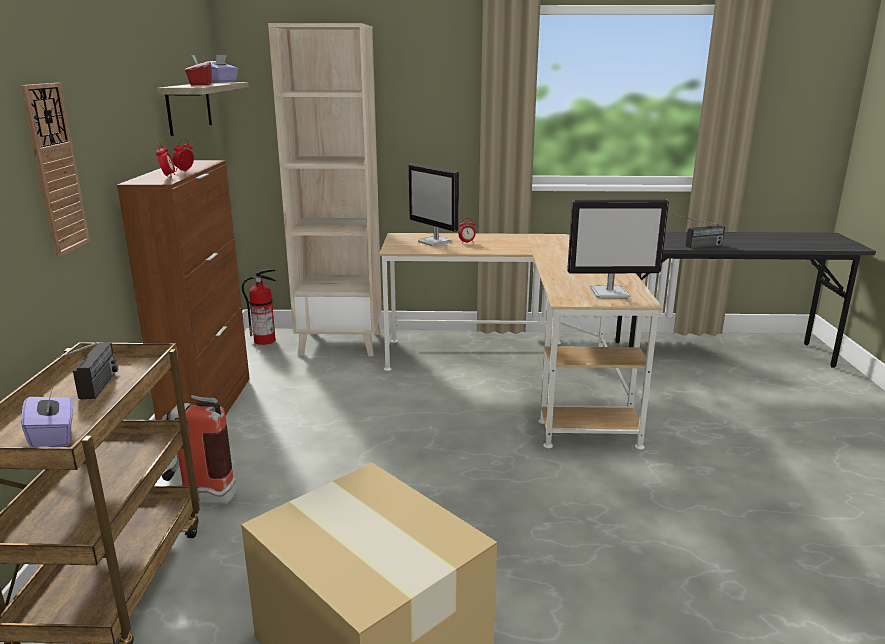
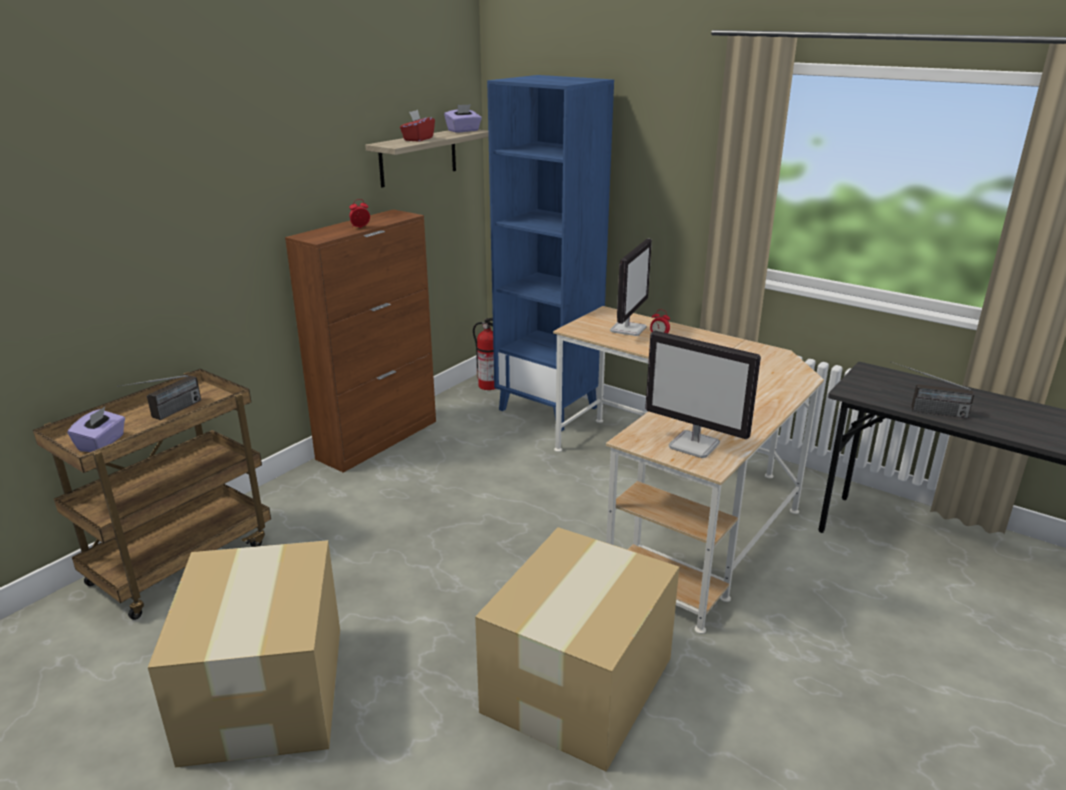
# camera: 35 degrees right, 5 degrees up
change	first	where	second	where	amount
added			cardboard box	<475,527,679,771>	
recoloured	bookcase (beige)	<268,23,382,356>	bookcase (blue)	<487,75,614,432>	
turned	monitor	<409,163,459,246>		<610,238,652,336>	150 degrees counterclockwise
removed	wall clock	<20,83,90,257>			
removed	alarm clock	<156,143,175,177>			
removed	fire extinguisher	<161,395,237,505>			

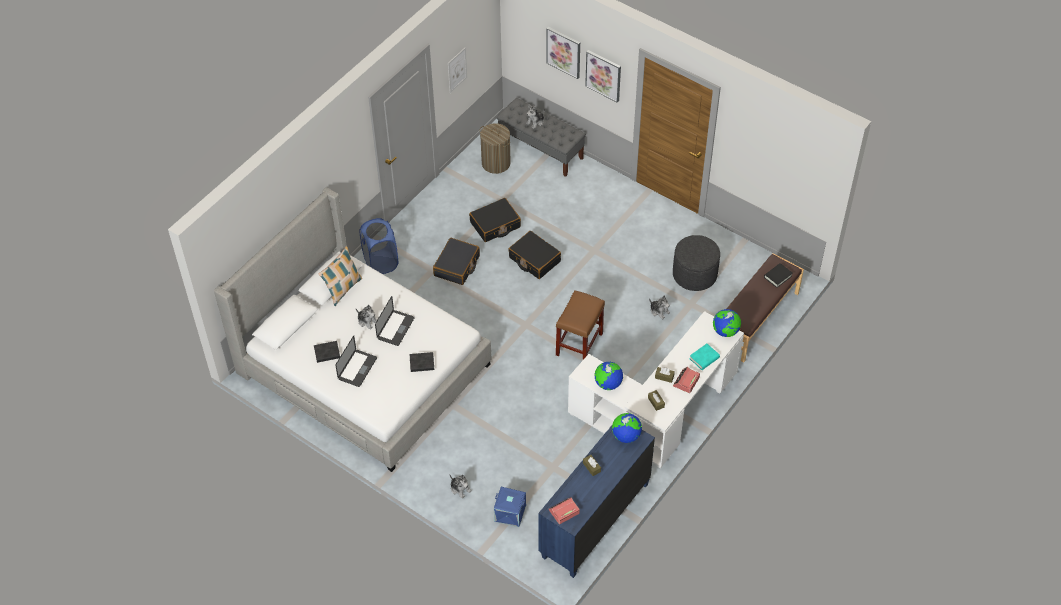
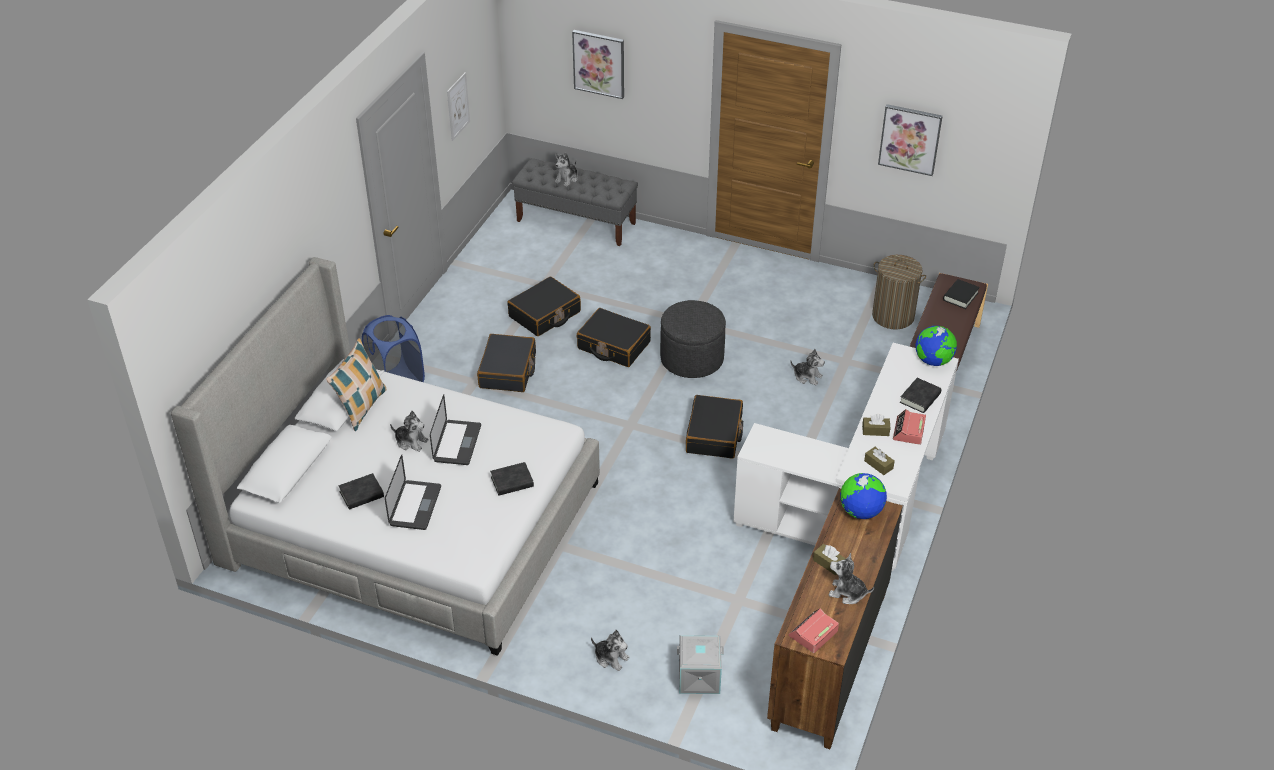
# camera: 15 degrees left, 10 degrees down
change	first	where	second	where	amount
moved	ottoman (grey)	<673,235,720,291>		<660,300,726,378>	
recoloured	storage box (blue)	<494,487,526,527>	storage box (grey)	<677,635,724,694>	
replaced	stool (brown)	<556,290,605,360>	suitcase (black)	<686,395,743,459>	
recoloured	dresser (blue)	<538,426,655,578>	dresser (brown)	<767,488,903,749>	
added			plush toy	<829,553,874,604>	
moved	laundry basket	<480,123,511,174>		<872,255,926,329>	
moved	picture	<585,50,621,103>		<878,104,943,176>	
recoloured	book (turquoise)	<690,344,720,370>	book (black)	<900,378,941,413>	
removed	globe	<594,362,623,390>			

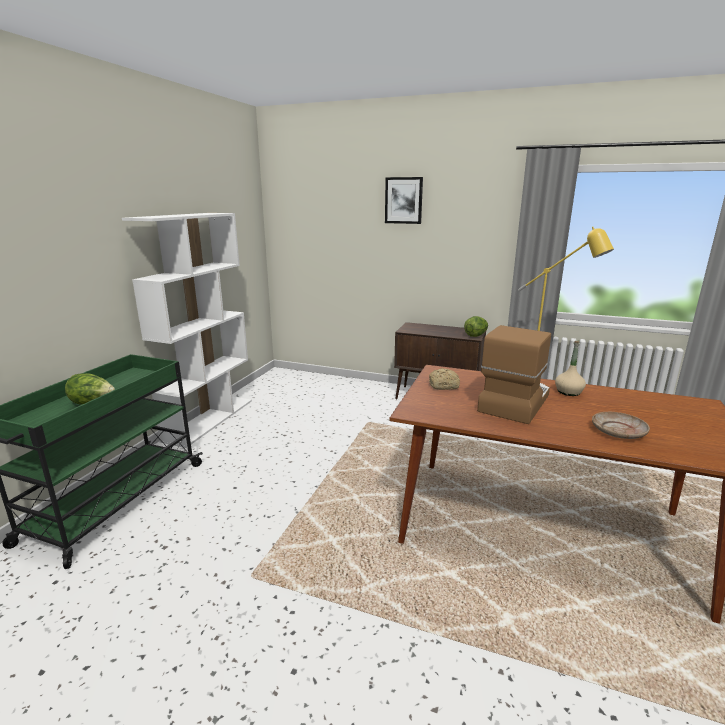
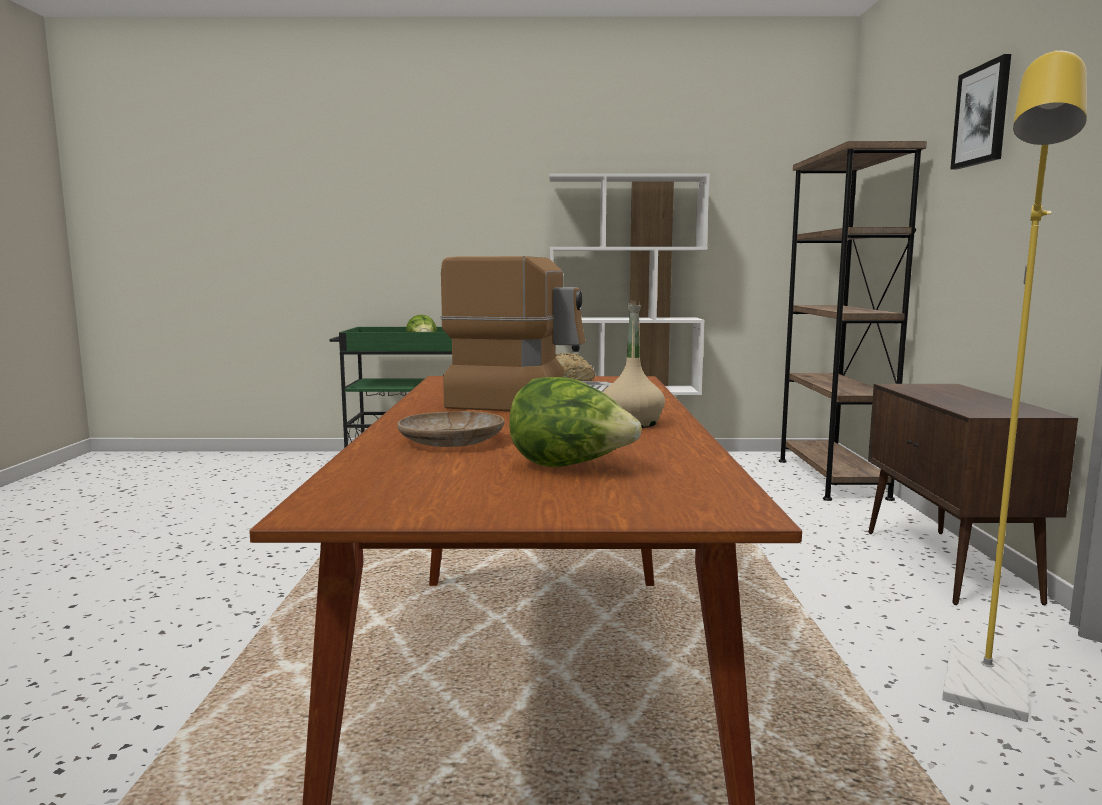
# camera: 70 degrees right, 10 degrees down
change	first	where	second	where	amount
moved	lettuce	<464,316,488,337>		<509,377,642,467>	
added			bookcase (brown)	<779,141,927,501>	

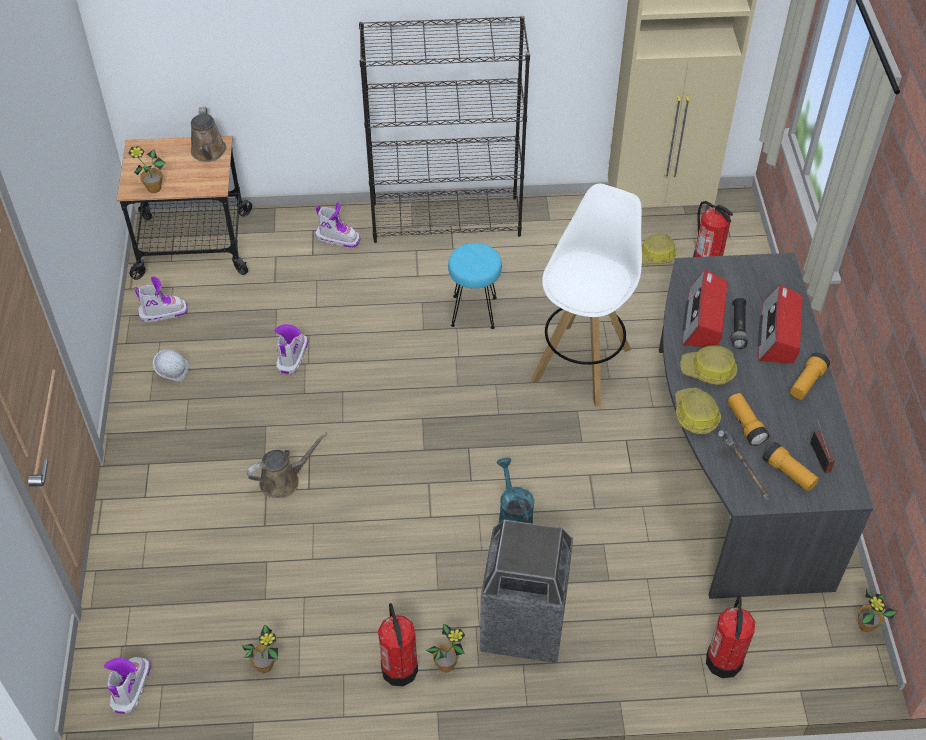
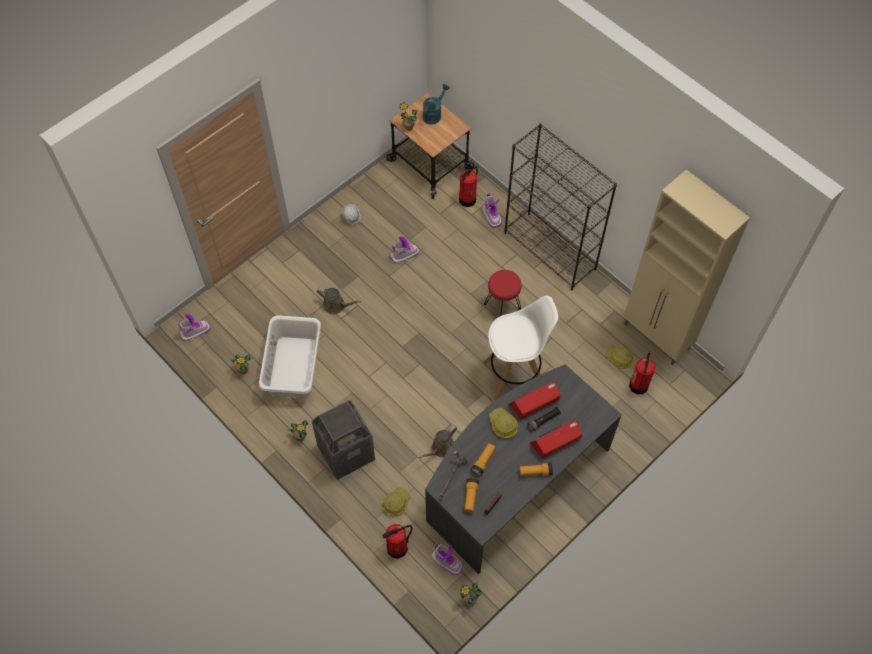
# camera: 50 degrees right, 10 degrees up
change	first	where	second	where	amount
added			laundry basket (white)	<259,315,321,397>	
moved	hard hat	<675,388,721,434>		<382,487,411,516>	
moved	watering can (brown)	<191,107,226,162>		<419,425,457,458>	
moved	watering can (turquoise)	<497,457,534,524>		<423,84,450,125>	
moved	boot	<135,276,188,322>		<432,544,463,575>	
moved	fire extinguisher	<378,603,418,686>		<459,166,478,207>	
recoloured	stool (turquoise)	<448,243,502,329>	stool (red)	<484,270,522,316>	

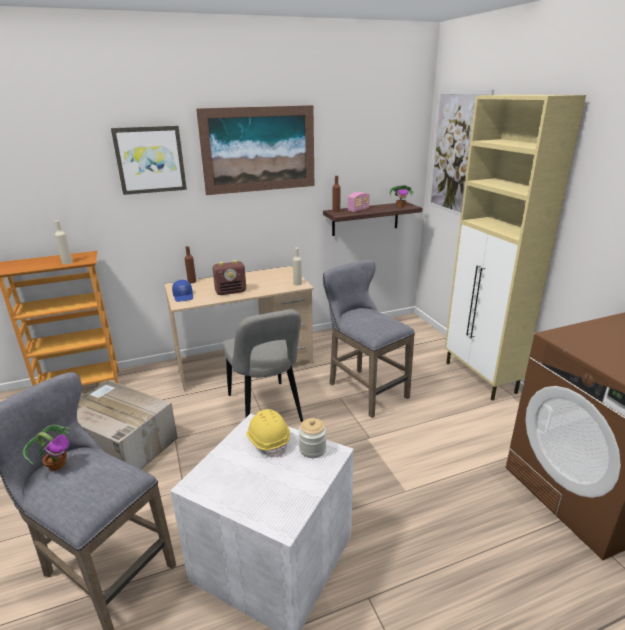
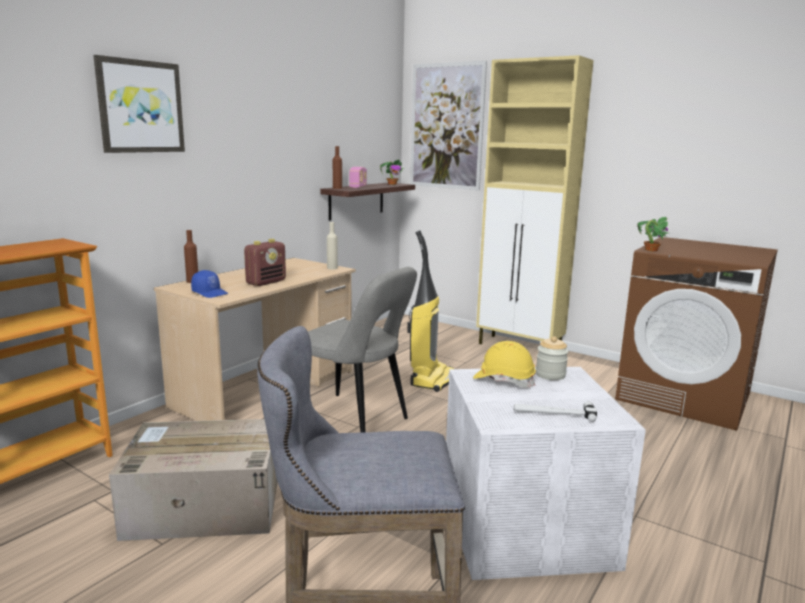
# camera: 35 degrees left, 10 degrees down
change	first	where	second	where	amount
replaced	stool (grey)	<323,260,415,418>	vacuum cleaner	<407,230,454,392>	
added			hammer	<514,402,597,422>	
moved	potted plant	<23,425,71,471>		<637,217,668,251>	
removed	bottle (beige)	<54,221,73,264>			
removed	picture	<196,105,314,195>			

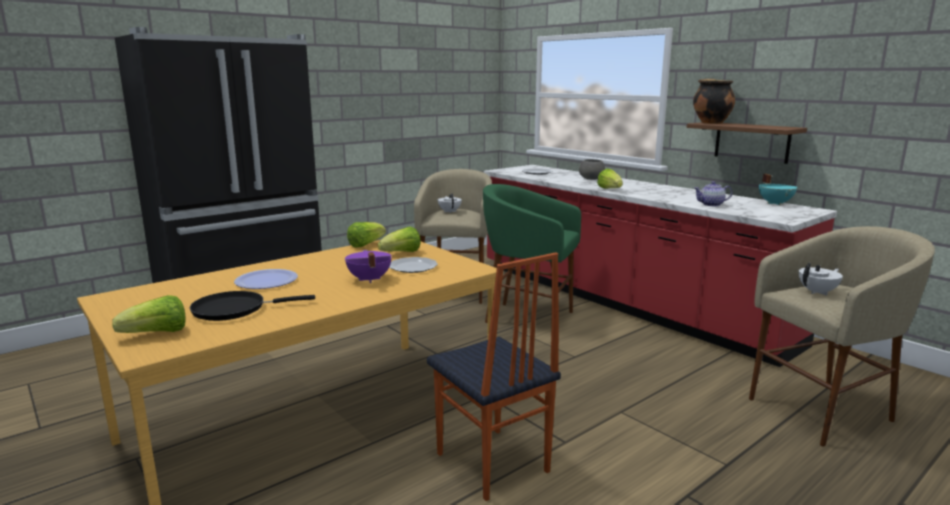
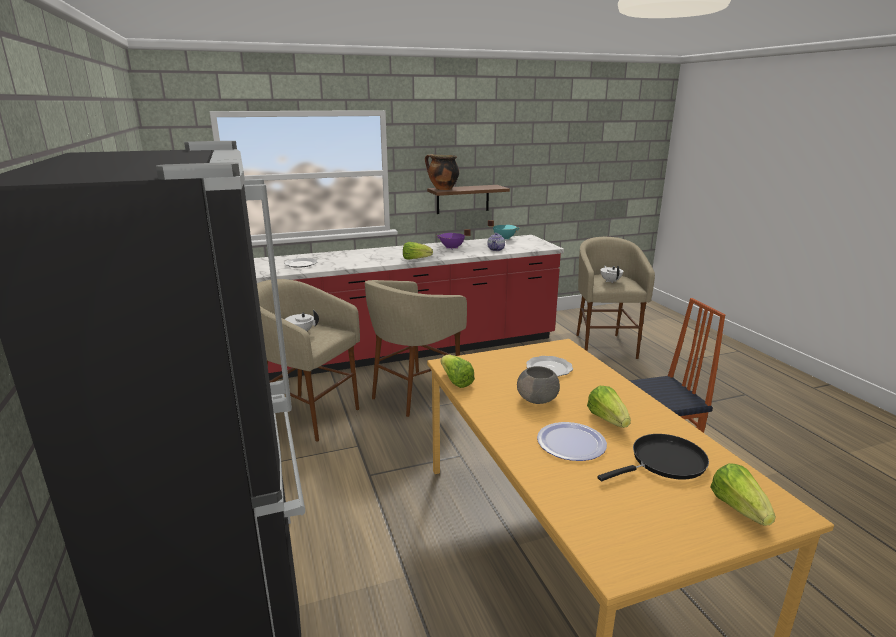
# camera: 70 degrees left, 5 degrees up
change	first	where	second	where	amount
recoloured	stool (green)	<483,184,581,323>	stool (beige)	<365,280,467,417>	
moved	cooking pot (purple)	<345,250,392,283>		<436,229,471,250>	
moved	bowl (grey)	<579,159,605,180>		<517,366,560,404>	
moved	lettuce	<378,227,421,252>		<587,386,631,428>	
turned	frying pan (black)	<190,291,315,321>		<597,434,709,481>	120 degrees counterclockwise

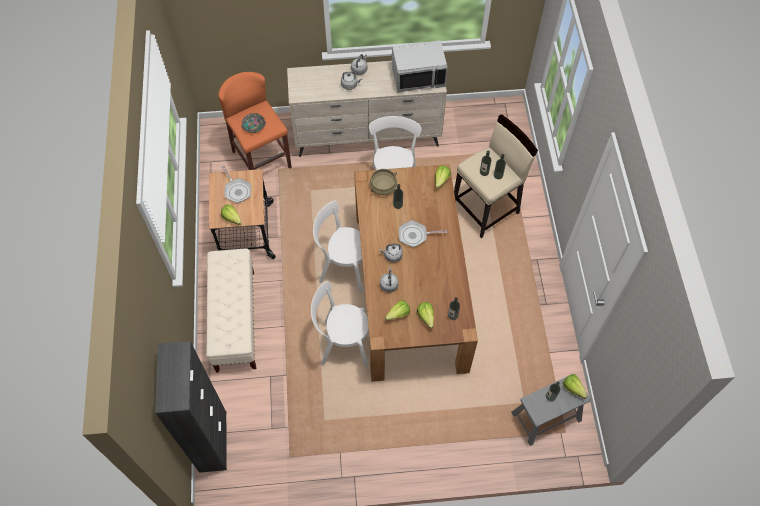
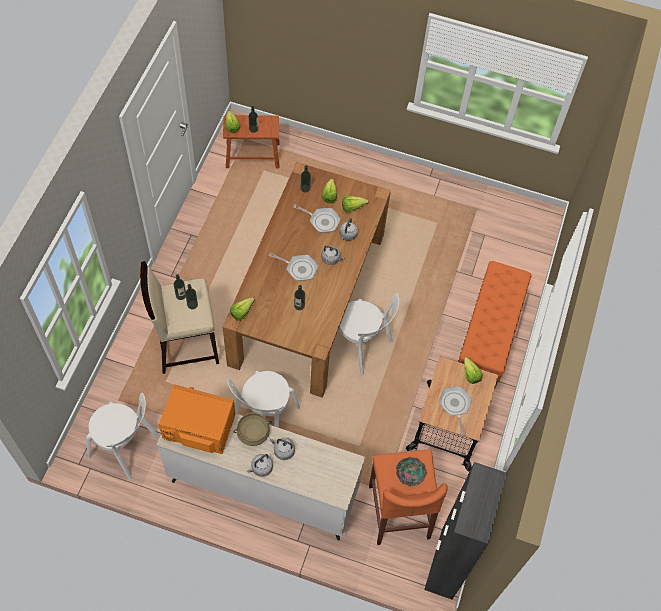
# camera: 160 degrees left, 0 degrees up
change	first	where	second	where	amount
moved	chair (white)	<311,281,369,367>		<86,393,159,480>	
recoloured	microwave (grey)	<392,40,448,93>	microwave (orange)	<159,384,236,454>	
recoloured	stool (grey)	<511,374,591,446>	stool (brown)	<223,115,280,168>	
moved	cooking pot (beige)	<370,169,397,195>		<233,413,272,446>	
added			frying pan	<293,204,341,233>	
moved	cabinet (black)	<155,341,227,473>		<424,462,507,599>	
recoloured	bench (beige)	<206,249,256,373>	bench (orange)	<458,261,531,387>	

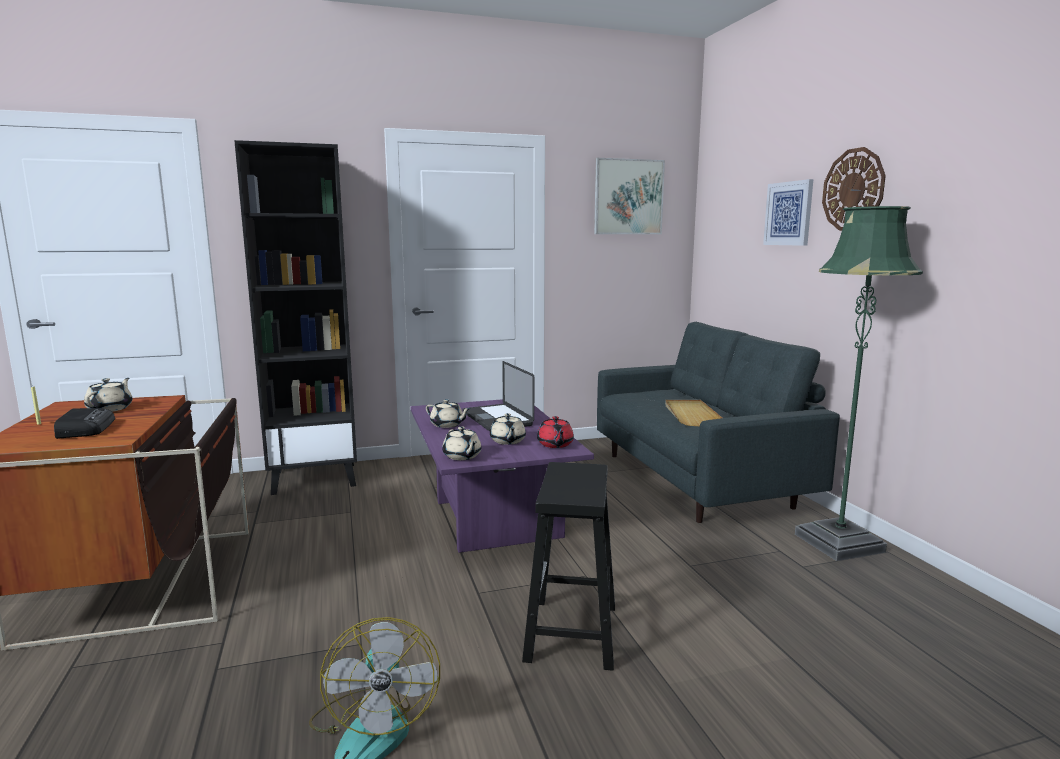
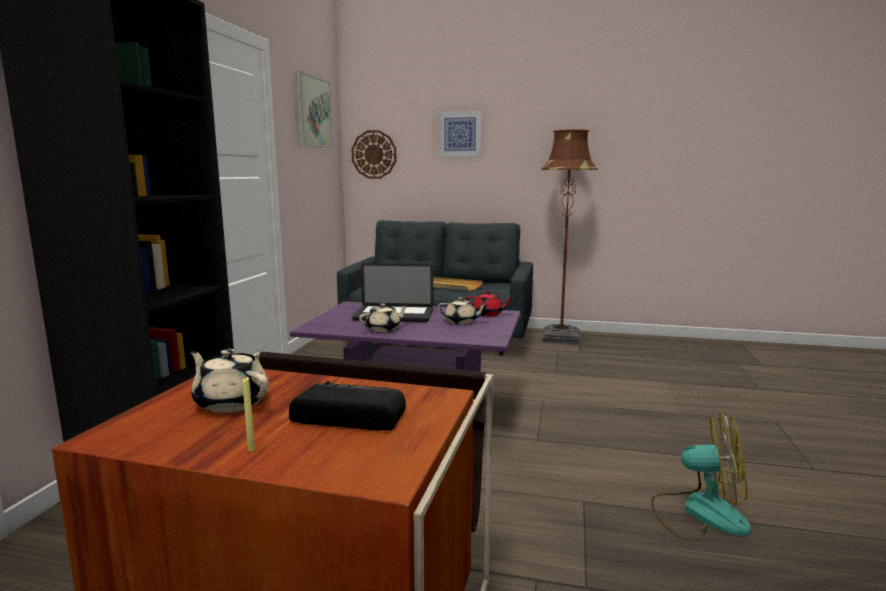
# camera: 60 degrees left, 0 degrees up
change	first	where	second	where	amount
moved	wall clock	<822,147,886,231>		<351,130,396,179>	
recoloured	floor lamp (green)	<795,206,923,561>	floor lamp (brown)	<541,129,598,345>	
removed	teapot (beige)	<442,427,481,460>			
removed	stool (black)	<522,462,615,671>			

